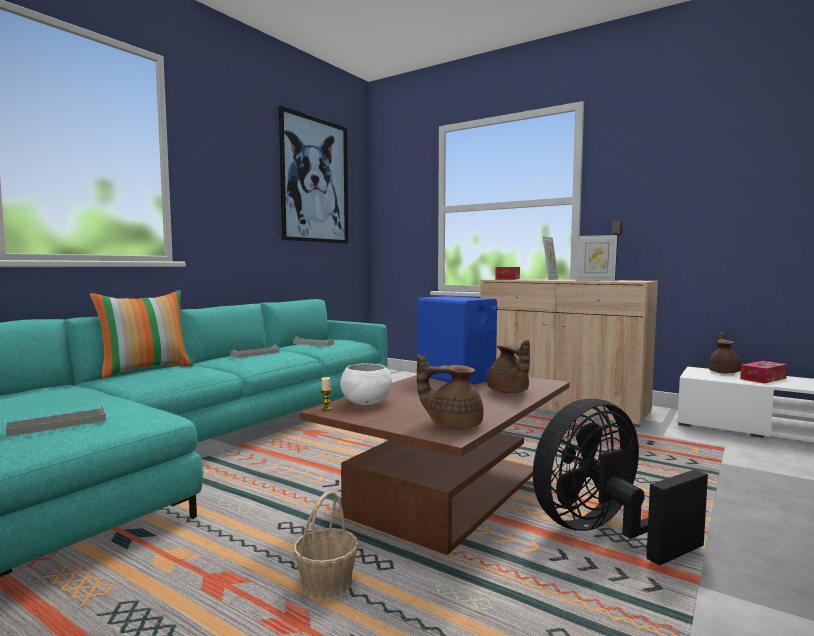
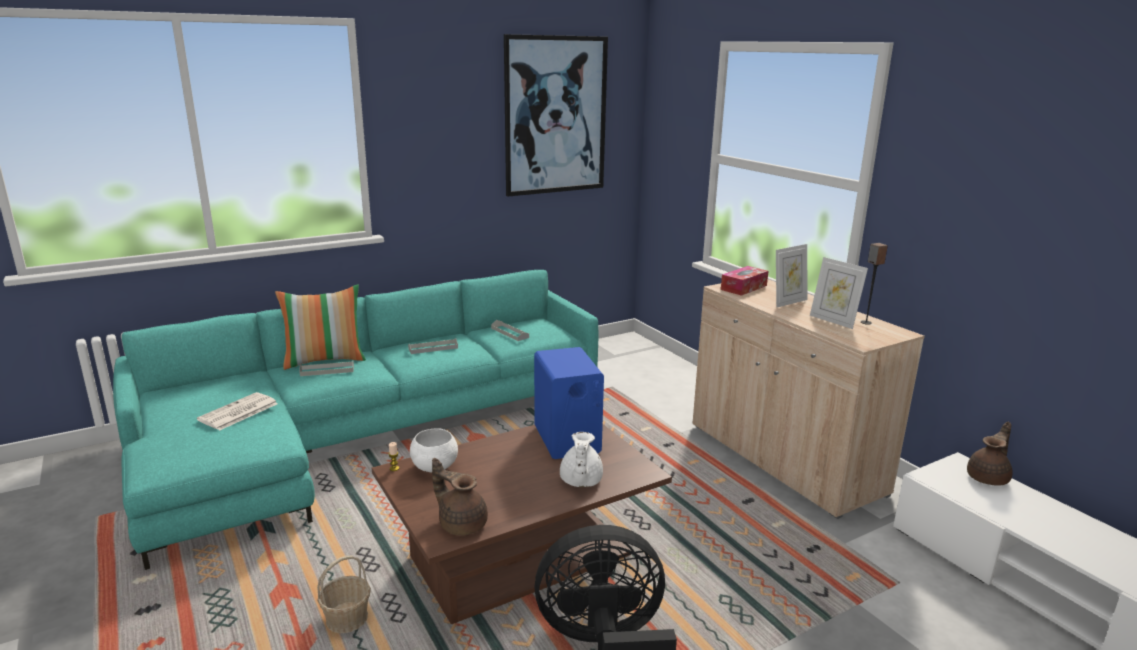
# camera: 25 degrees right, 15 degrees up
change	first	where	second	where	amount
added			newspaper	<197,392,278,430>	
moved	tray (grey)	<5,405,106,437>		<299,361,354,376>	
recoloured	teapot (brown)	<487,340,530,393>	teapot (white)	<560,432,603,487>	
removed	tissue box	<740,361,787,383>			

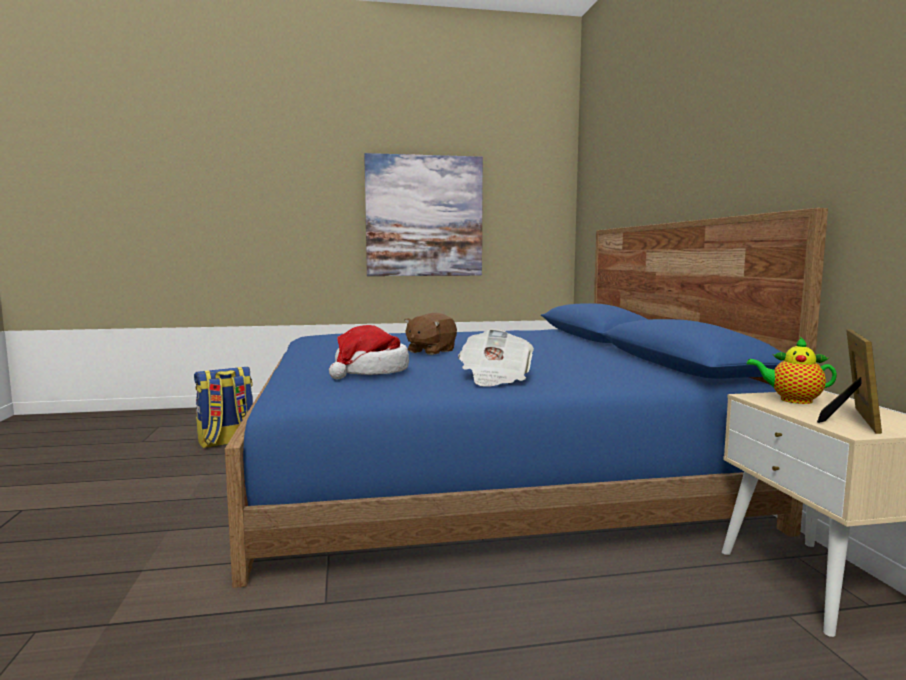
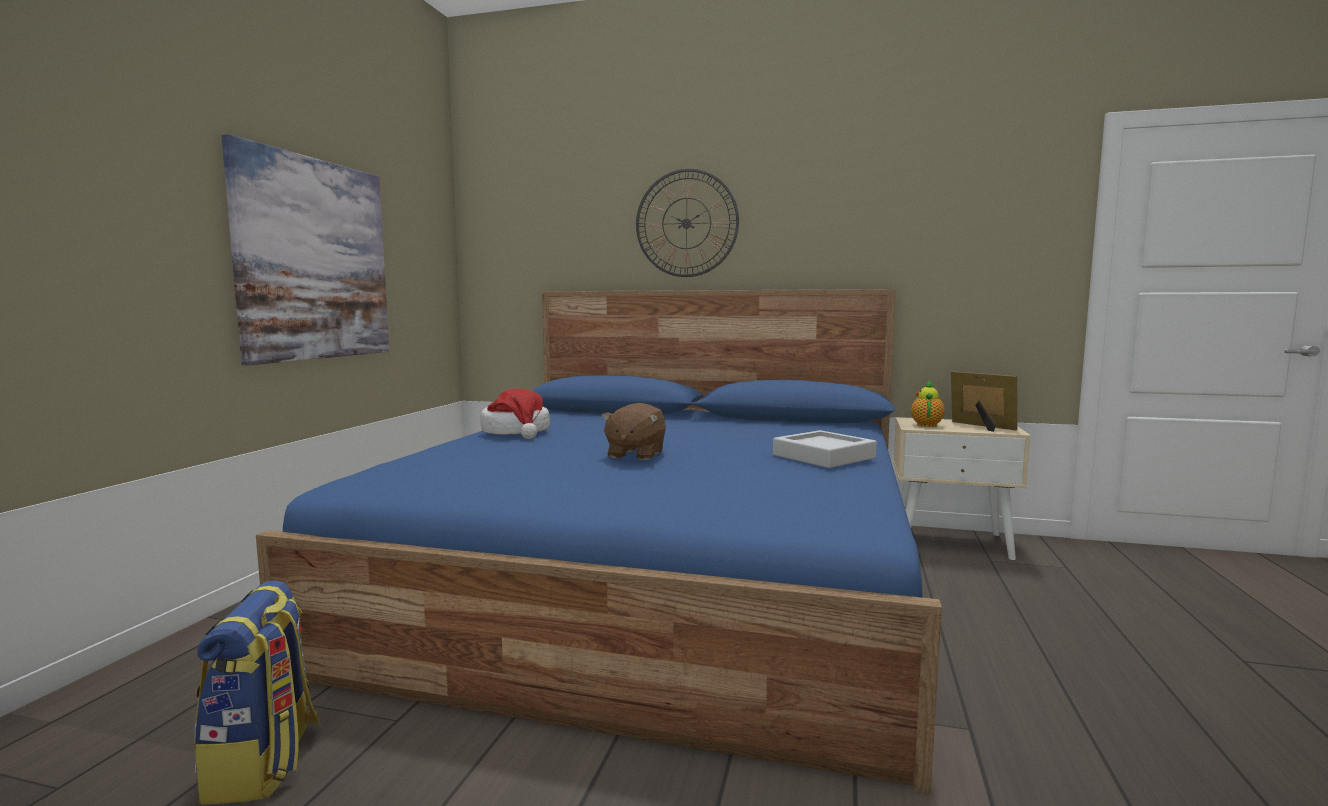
# camera: 65 degrees left, 0 degrees up
change	first	where	second	where	amount
moved	hat	<329,325,409,379>		<480,389,550,439>	
turned	plush toy (brown)	<404,313,457,355>		<601,403,666,460>	45 degrees clockwise
added			wall clock	<636,169,739,277>	
replaced	newspaper	<458,329,534,387>	tray (grey)	<773,430,877,468>	
turned	teapot	<747,337,837,404>		<911,380,945,427>	150 degrees clockwise

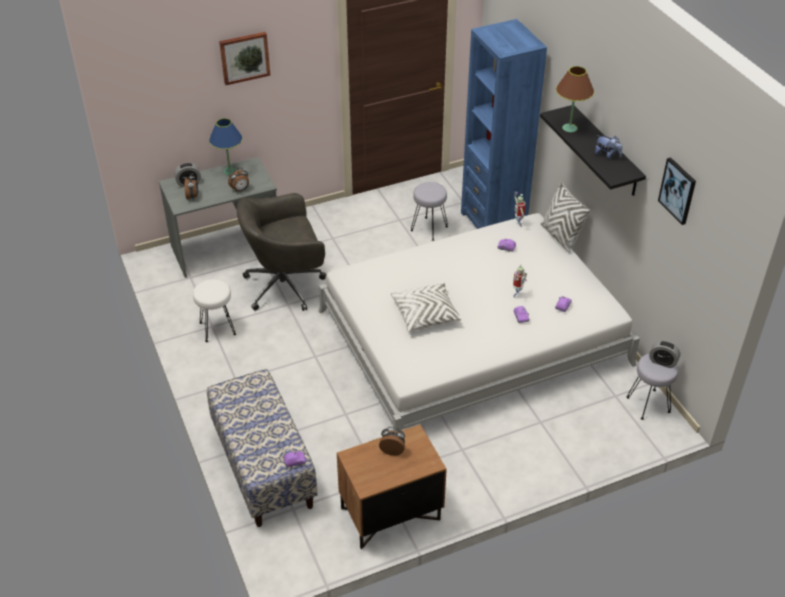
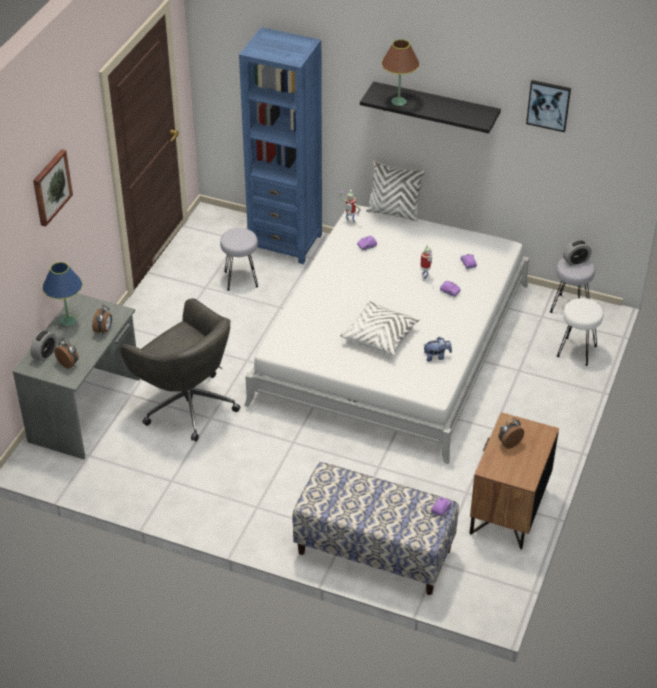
# camera: 45 degrees left, 0 degrees up
change	first	where	second	where	amount
turned	office chair (grey)	<237,193,326,311>		<120,298,240,442>	75 degrees counterclockwise
moved	plush toy	<595,135,622,159>		<424,337,452,362>	
moved	stool (white)	<193,279,236,342>		<557,298,603,366>	

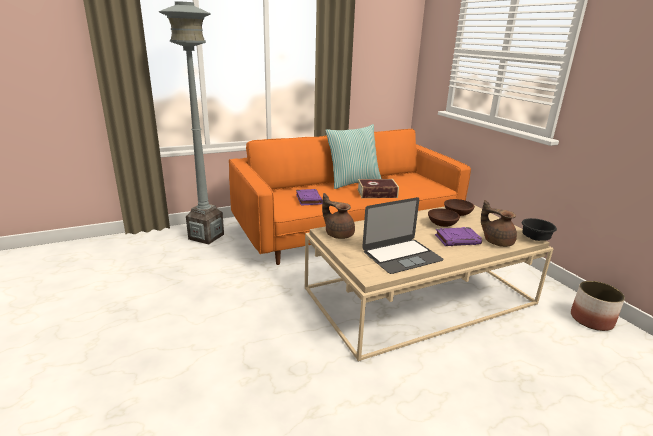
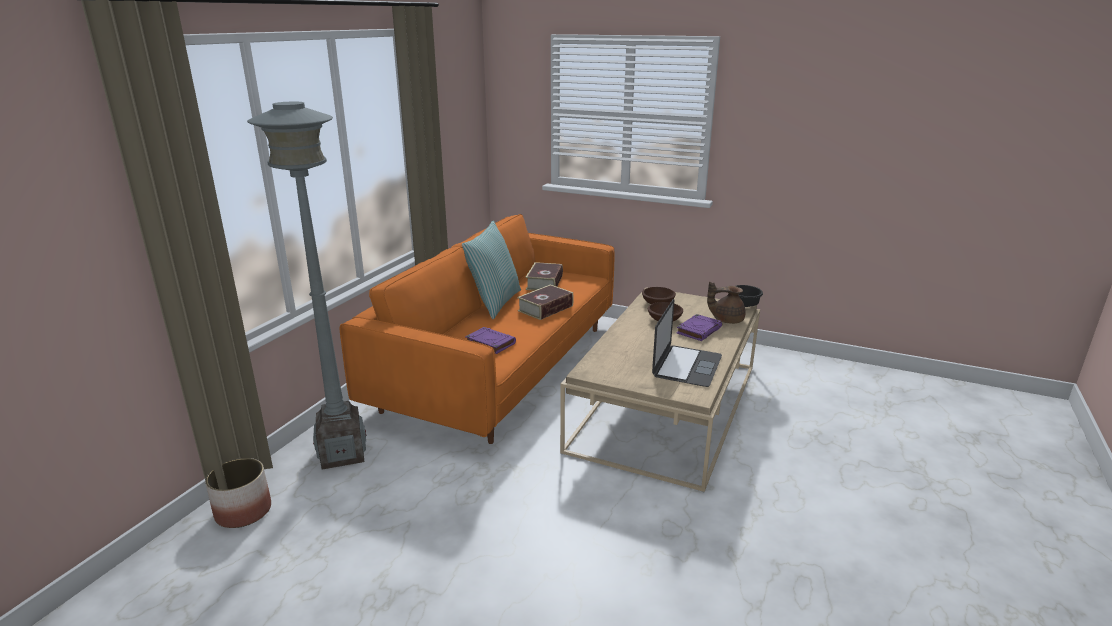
# camera: 40 degrees left, 0 degrees up
change	first	where	second	where	amount
moved	planter	<571,281,625,331>		<205,458,271,528>	
added			book	<526,262,563,291>	
removed	teapot (brown)	<322,193,355,239>			

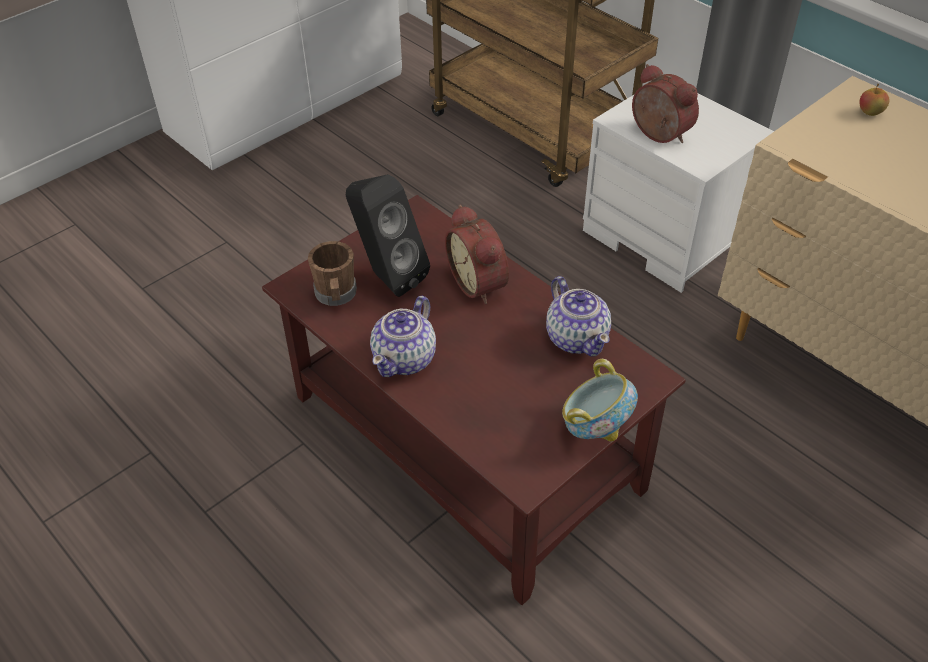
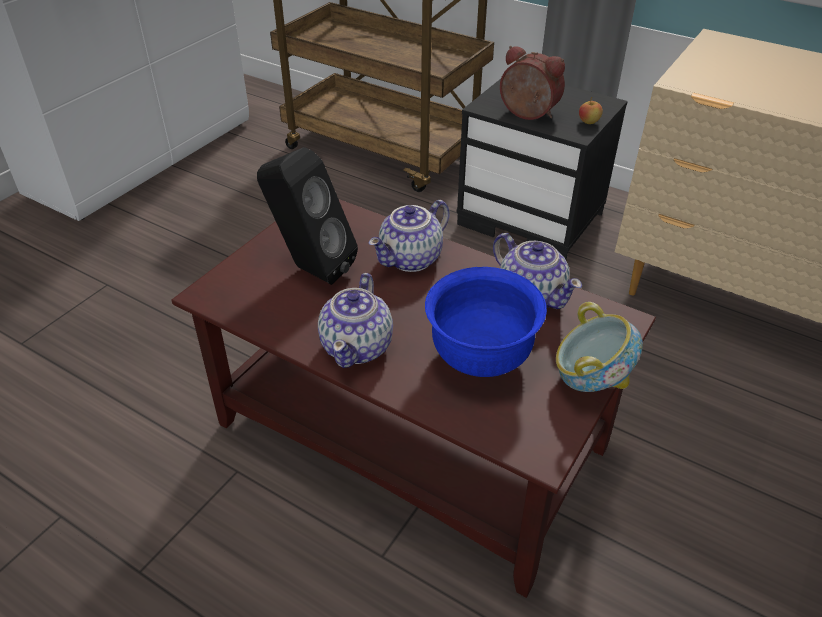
# camera: 15 degrees left, 5 degrees down
change	first	where	second	where	amount
replaced	alarm clock	<445,205,509,304>	teapot	<369,200,450,272>	
added			bowl (blue)	<425,267,547,377>	
recoloured	nightstand (white)	<583,94,774,293>	nightstand (black)	<457,79,628,259>	
moved	apple	<859,84,889,116>		<579,97,603,124>	
removed	mug (brown)	<308,241,357,306>			

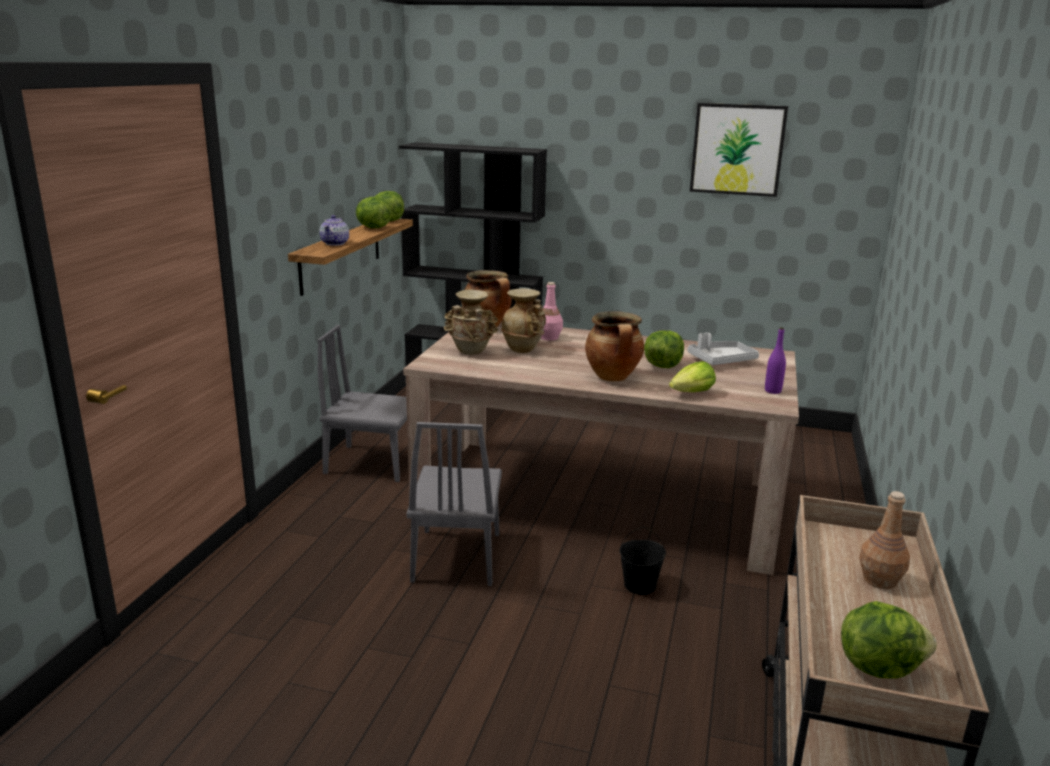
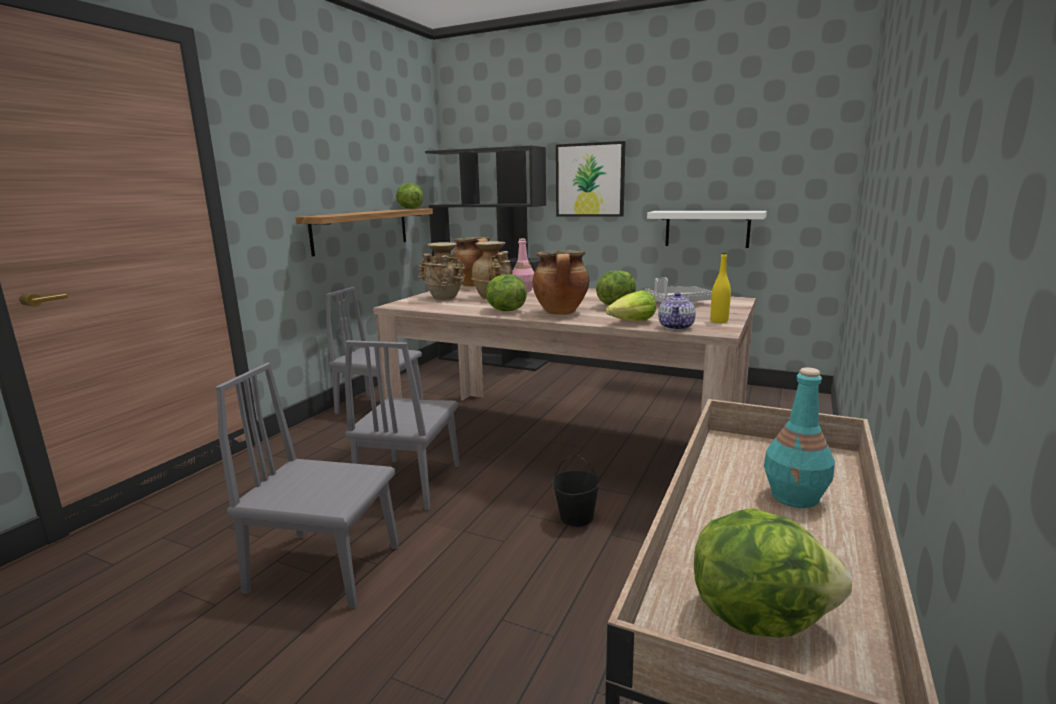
# camera: 10 degrees right, 5 degrees down
change	first	where	second	where	amount
added			chair (grey)	<216,363,399,609>	
moved	lettuce	<356,197,391,228>		<486,274,527,311>	
moved	picture	<690,103,788,197>		<556,141,626,217>	
added			shelf (white)	<647,211,767,248>	
moved	teapot	<320,215,349,246>		<658,292,696,330>	
recoloured	bottle (purple)	<765,327,786,394>	bottle (yellow)	<711,253,731,323>	
recoloured	bottle (brown)	<859,491,910,589>	bottle (turquoise)	<764,367,835,508>	

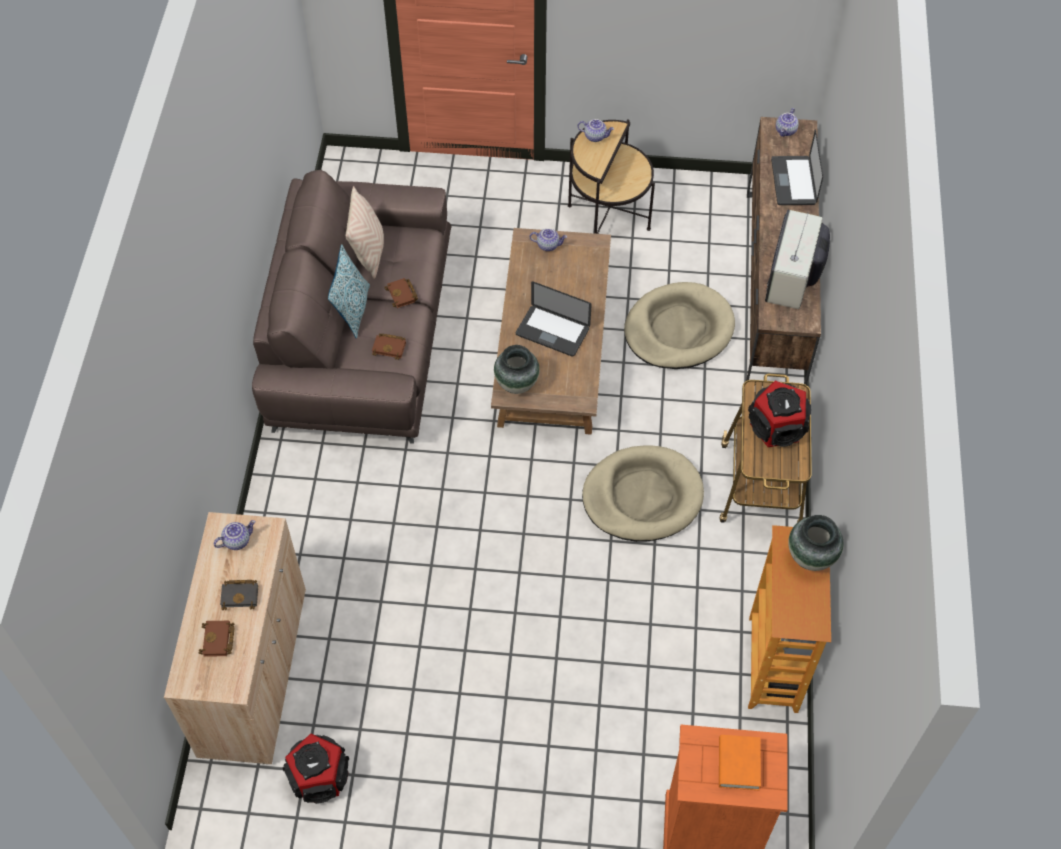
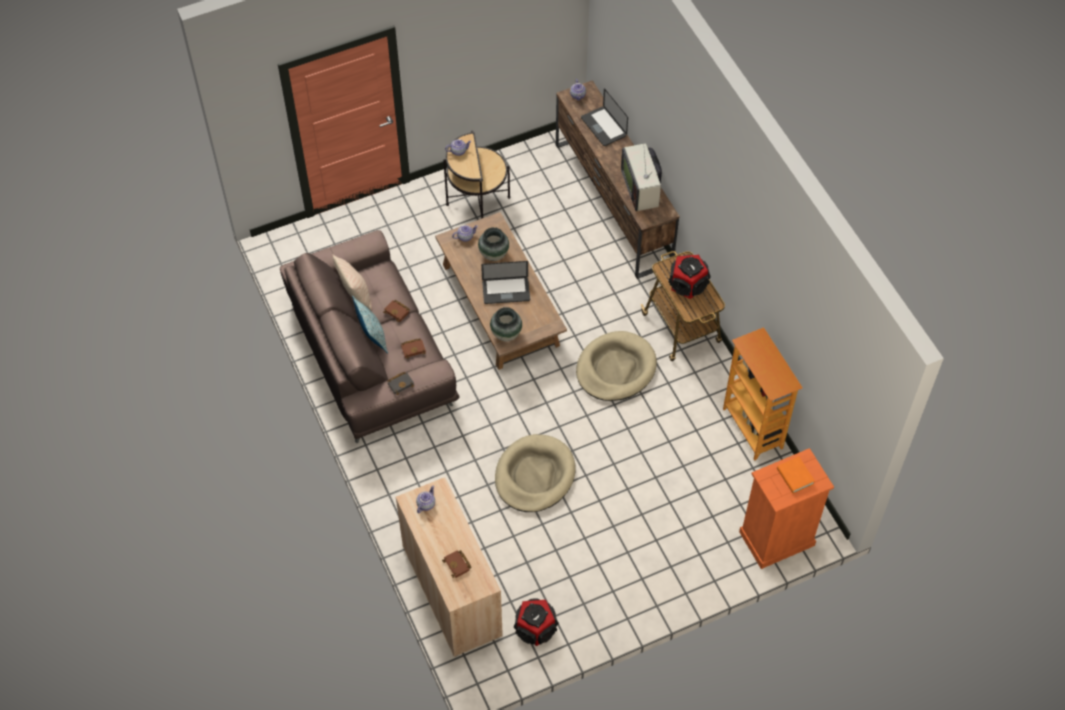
# camera: 30 degrees left, 0 degrees up
change	first	where	second	where	amount
moved	book (black)	<220,580,258,610>		<387,372,414,395>	
moved	vase	<788,515,844,571>		<478,227,509,261>	
moved	dog bed (beige)	<624,282,735,369>		<495,434,575,512>	

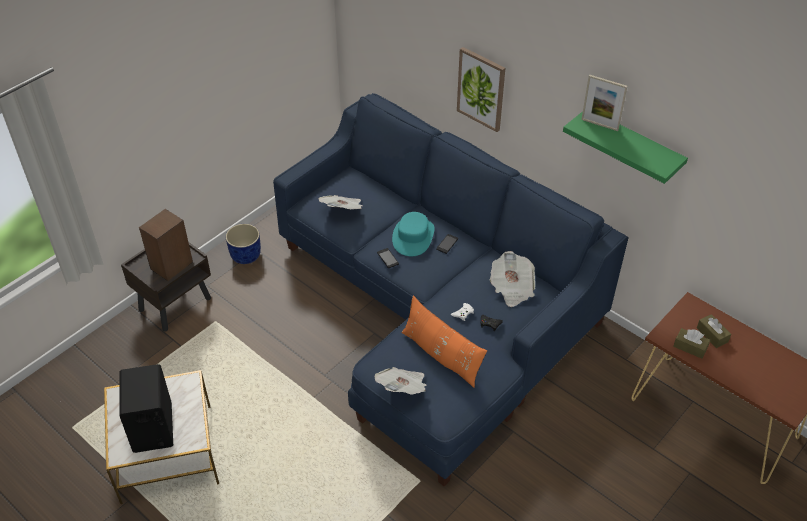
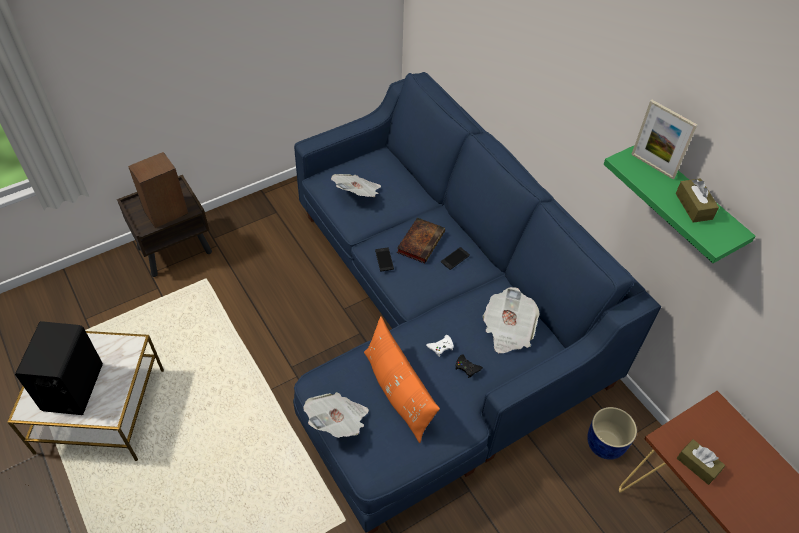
# camera: 15 degrees right, 5 degrees up
change	first	where	second	where	amount
replaced	hat (turquoise)	<392,212,434,256>	book	<397,218,445,263>	
moved	planter (blue)	<226,224,261,264>		<587,407,637,460>	
moved	tissue box (brown)	<697,314,731,348>		<676,178,719,223>	
removed	picture	<457,47,505,132>			

